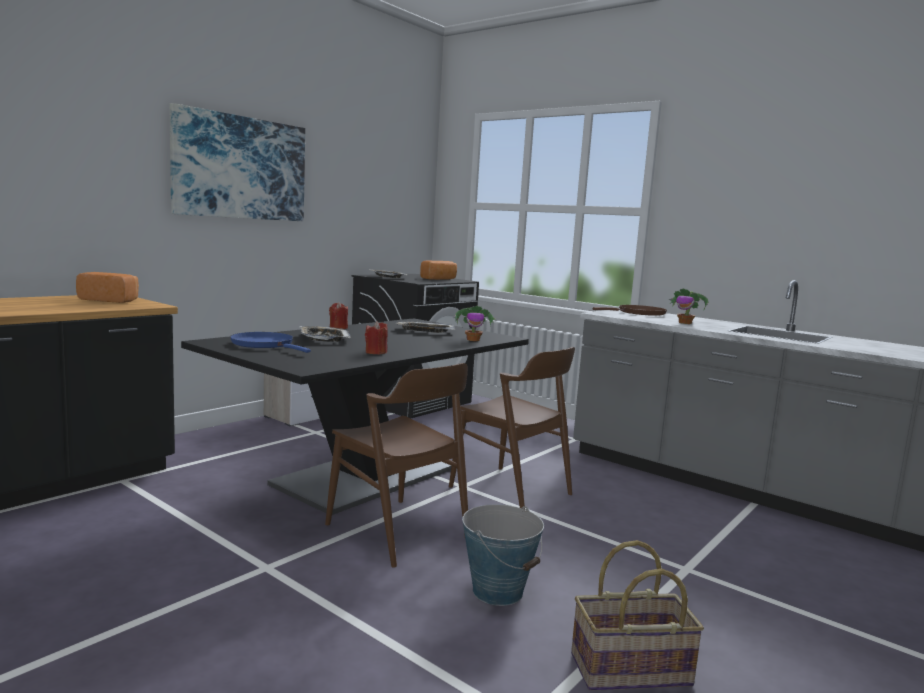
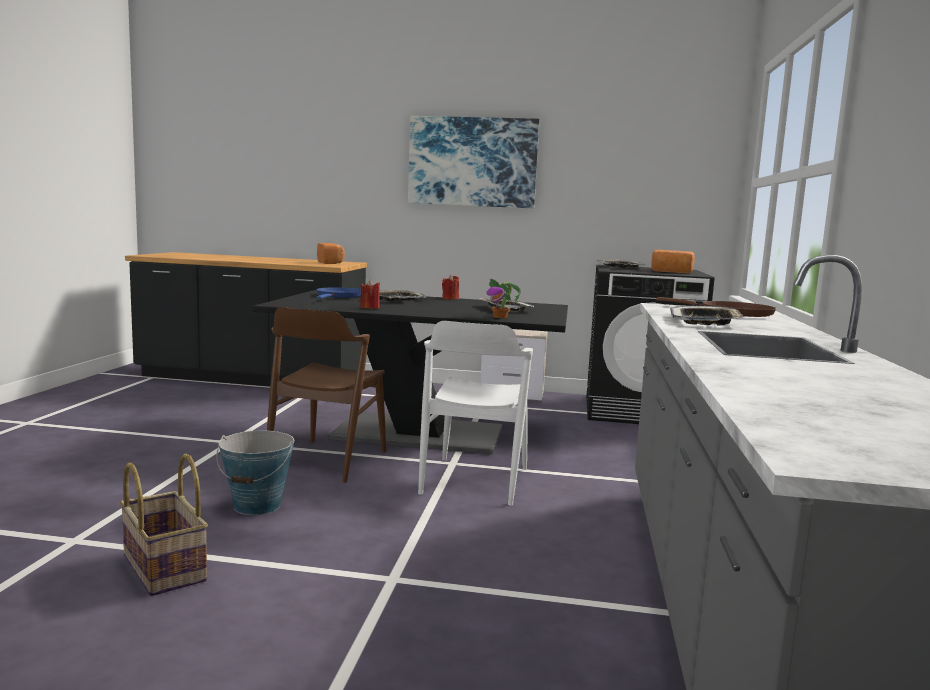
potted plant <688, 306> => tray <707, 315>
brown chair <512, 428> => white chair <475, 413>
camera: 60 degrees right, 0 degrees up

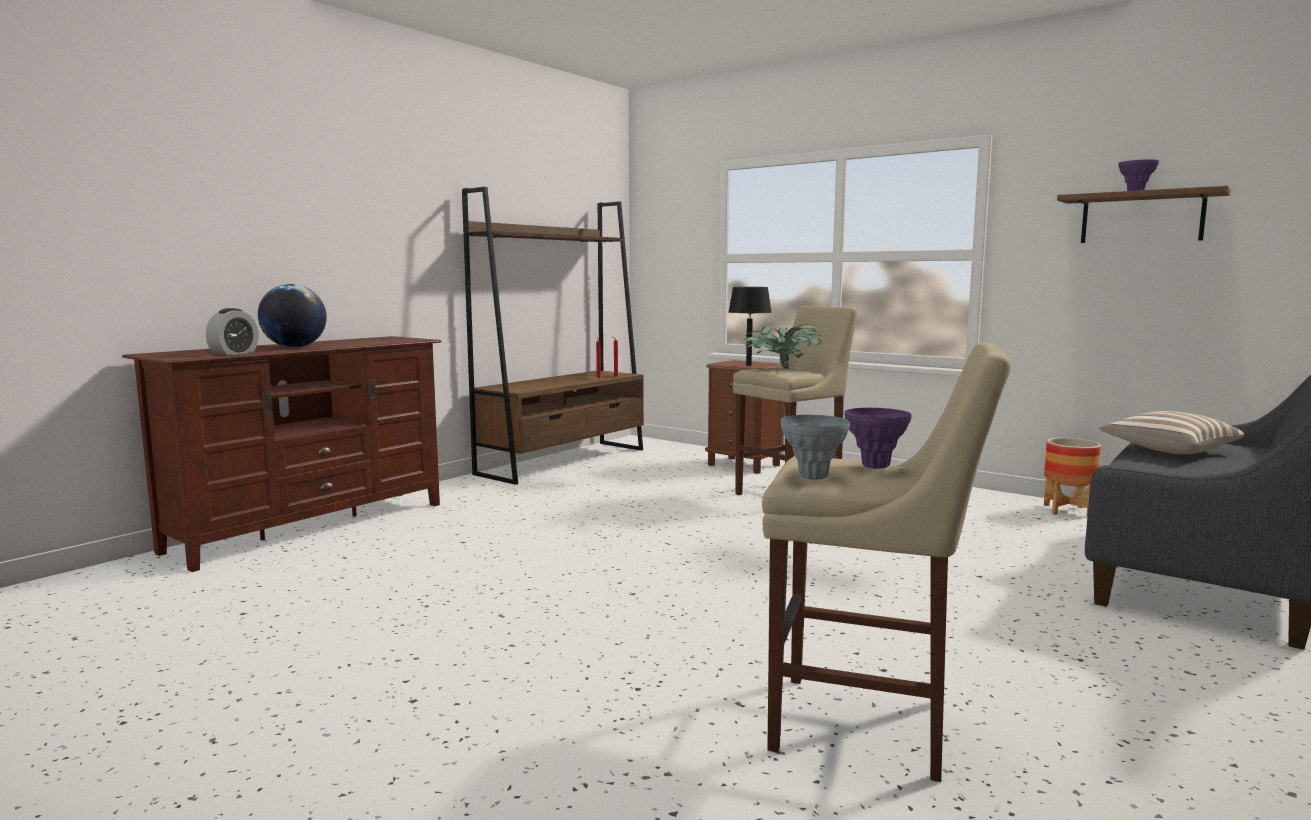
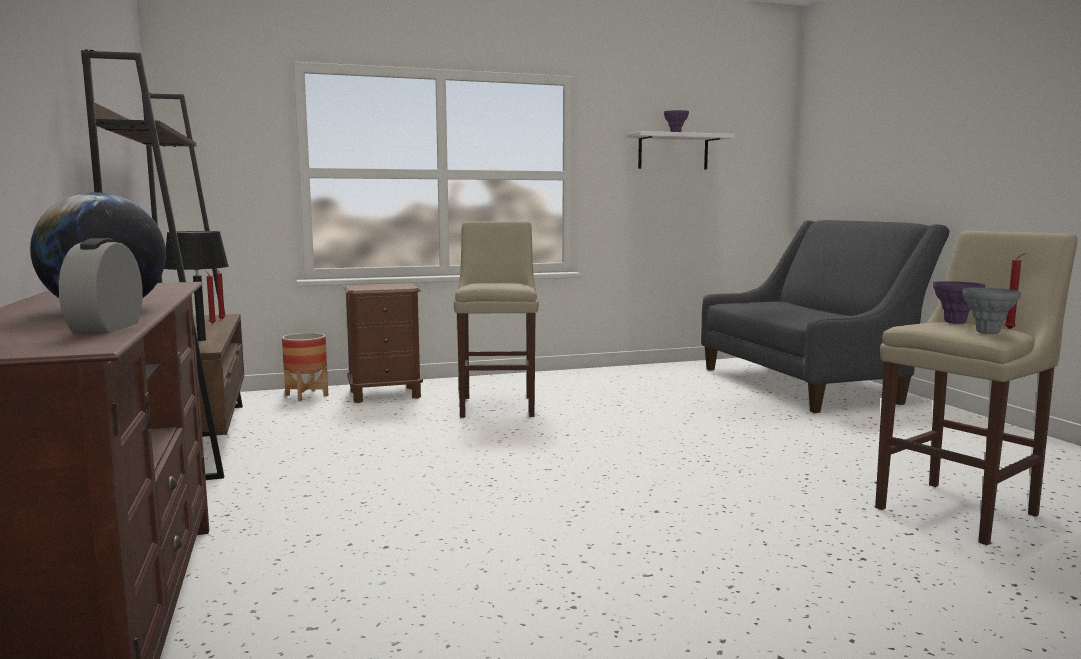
potted plant <783, 346> => nothing
pillow <1171, 432> => nothing
nothing => red candle <1015, 291>
black table lamp <750, 326> => black table lamp <196, 286>, relocated
planter <1072, 477> => planter <305, 367>, relocated
brown shelf <1144, 214> => white shelf <681, 150>
alarm clock <232, 331> => alarm clock <101, 286>, 150 degrees counterclockwise
camera: 55 degrees left, 0 degrees up

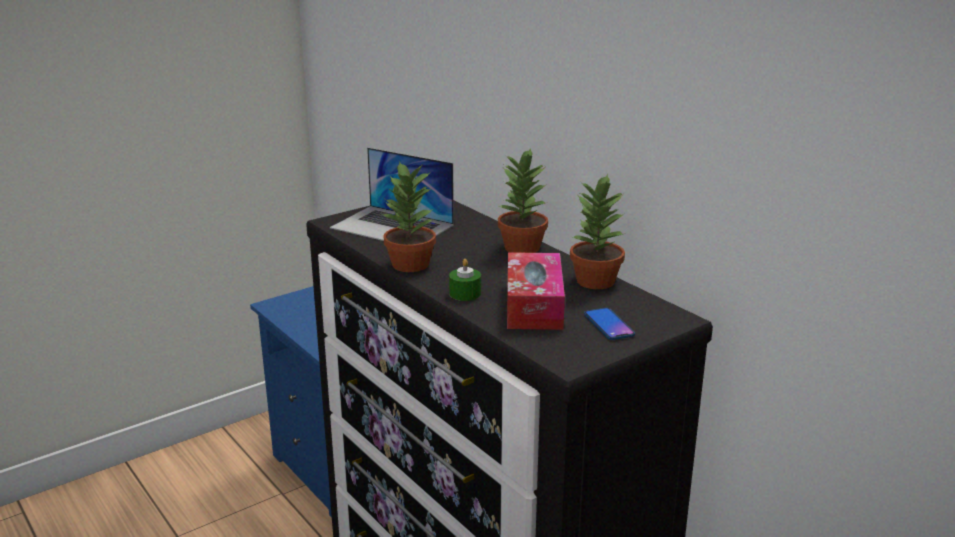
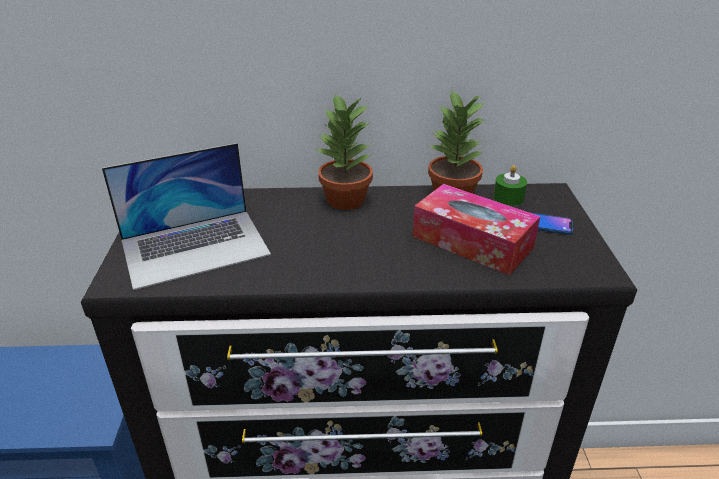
potted plant <408, 216> => nothing
green candle <465, 280> => green candle <510, 185>, relocated
camera: 55 degrees left, 10 degrees up

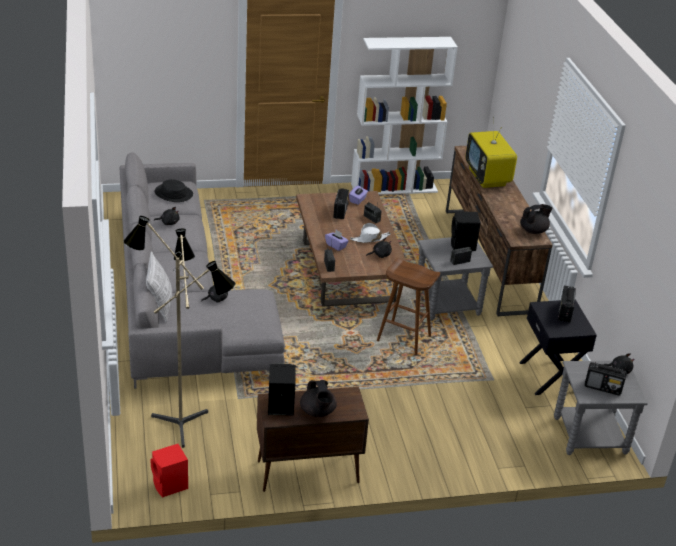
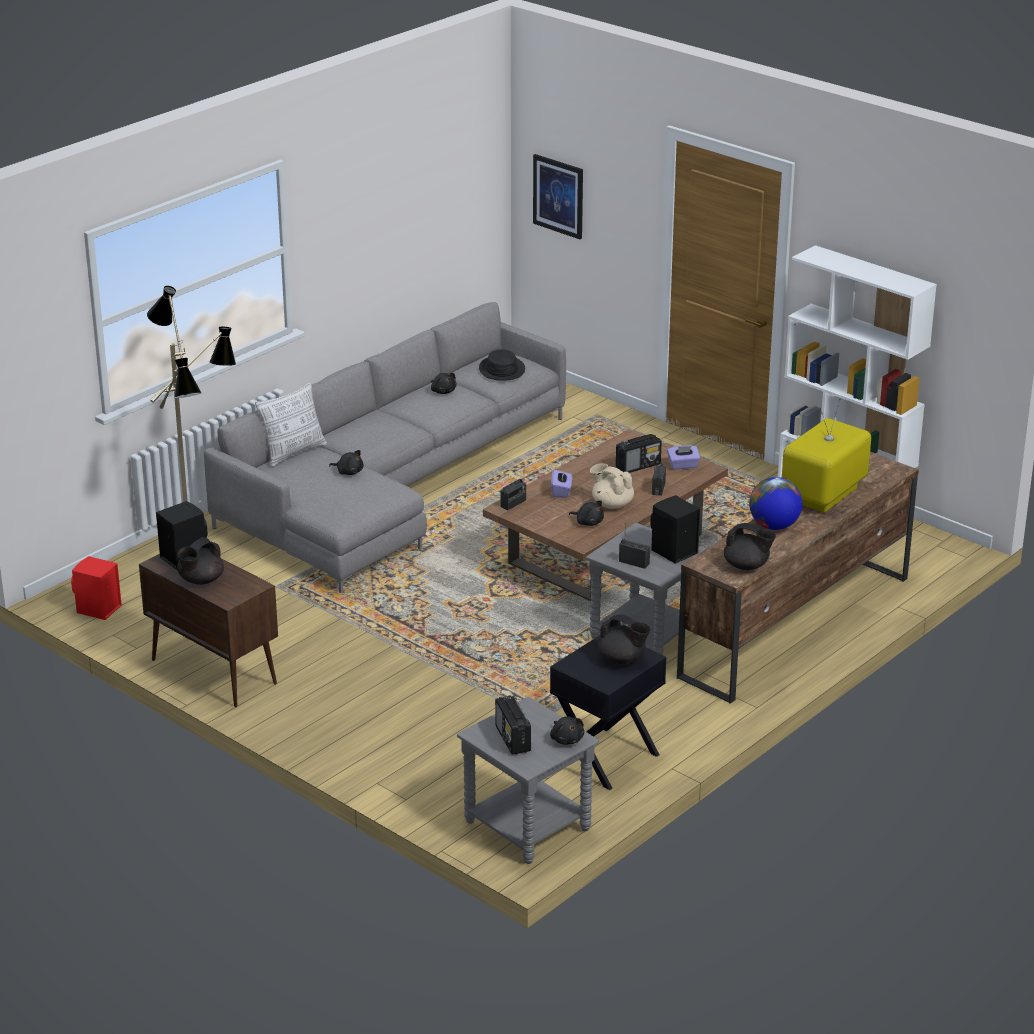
brown stool <408, 306> => nothing
nothing => picture <558, 196>
nothing => globe <776, 503>
white hat <370, 233> => beige teapot <612, 486>
radio <567, 304> => black teapot <624, 639>
camera: 55 degrees right, 5 degrees down

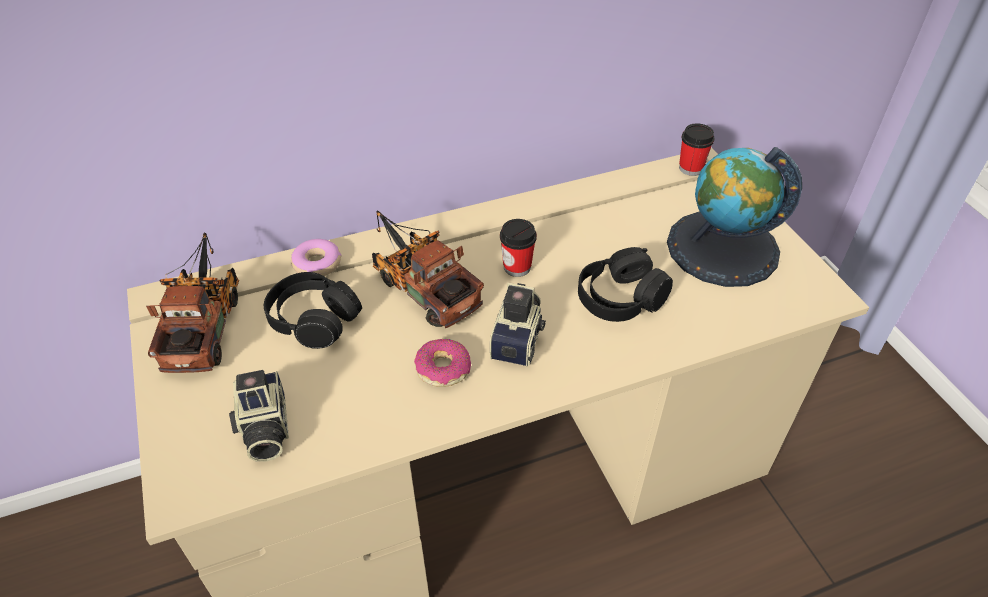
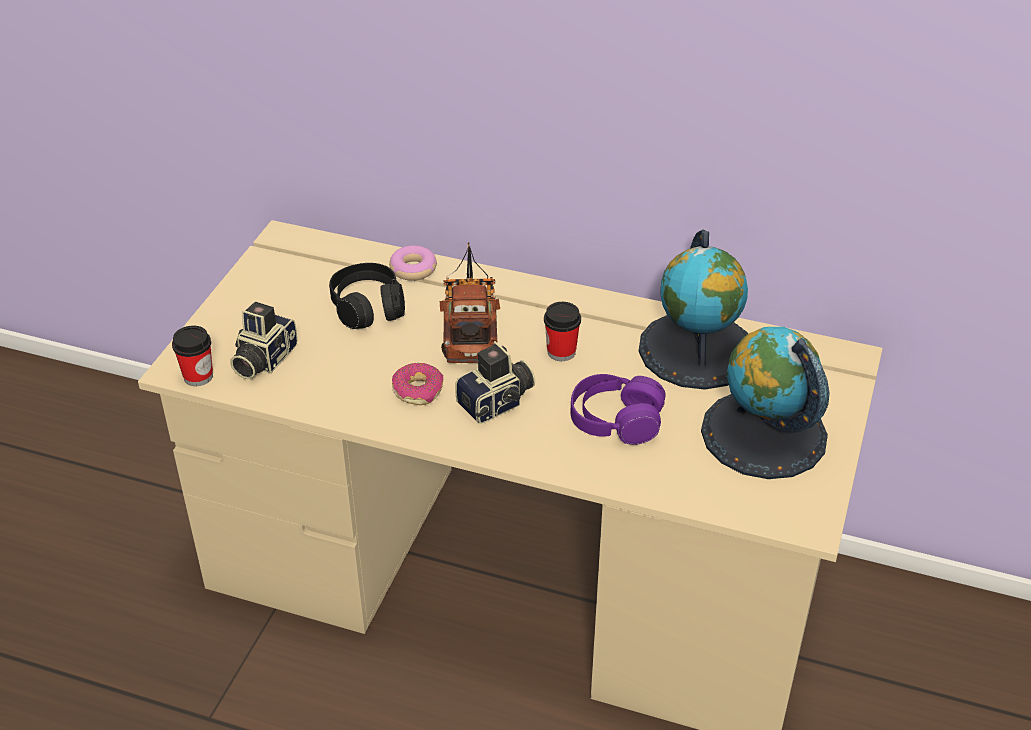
toy truck <192, 302> => nothing
nothing => globe <693, 309>
cup <697, 149> => cup <192, 356>, relocated
black headphones <625, 284> => purple headphones <618, 409>
camera: 40 degrees right, 5 degrees down

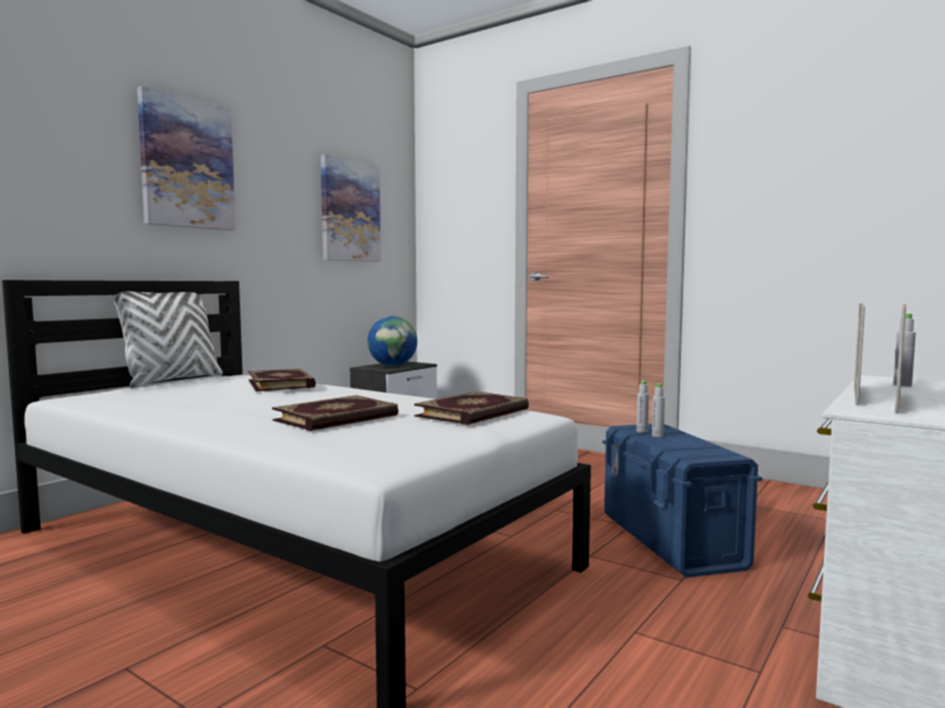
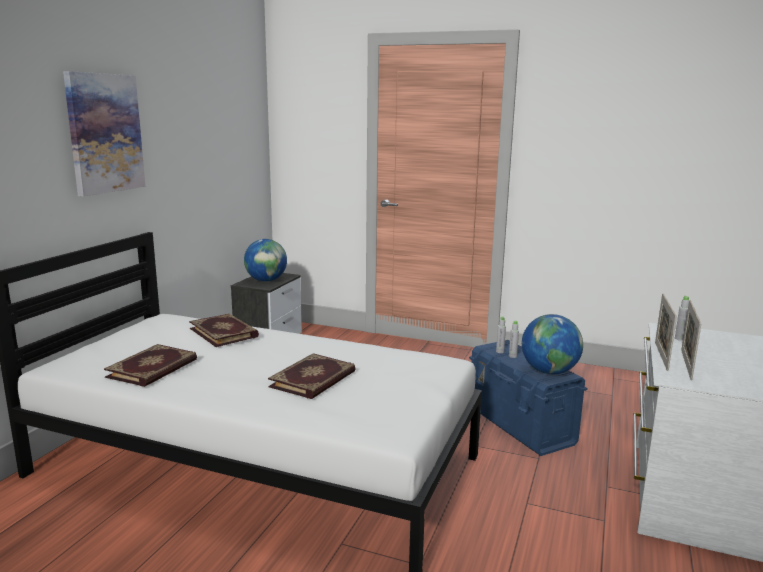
white pillow <167, 339> => nothing
picture <351, 208> => nothing
nothing => globe <552, 344>
book <471, 408> => book <150, 365>, relocated
camera: 15 degrees left, 10 degrees up

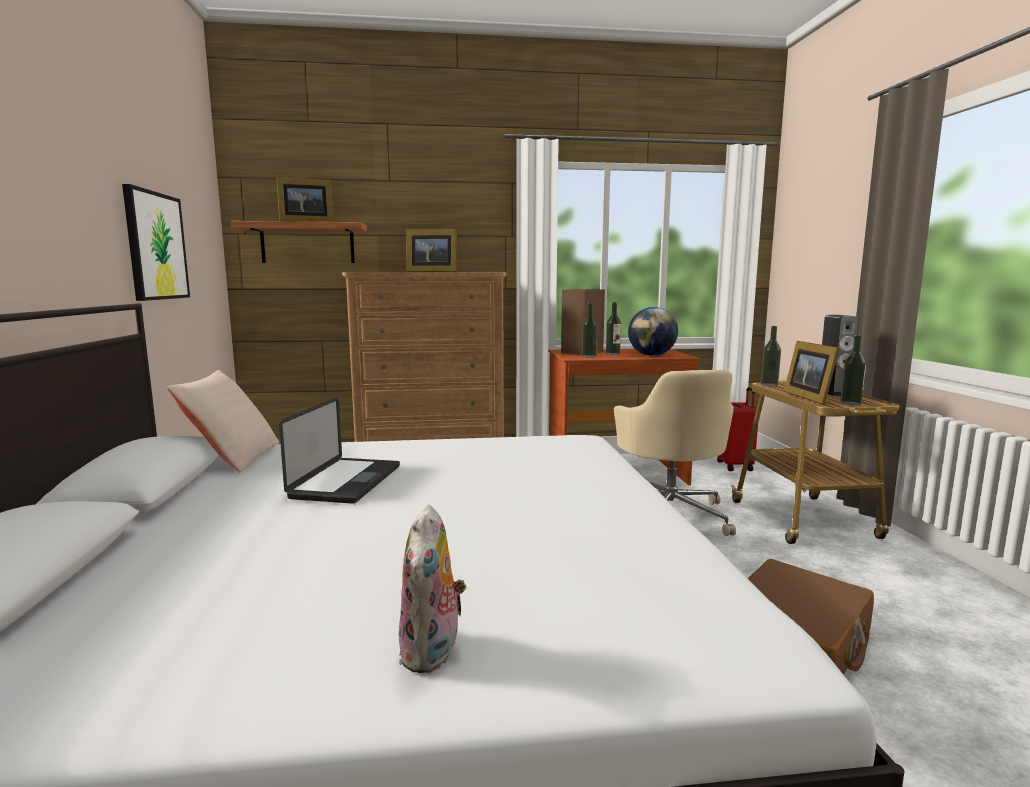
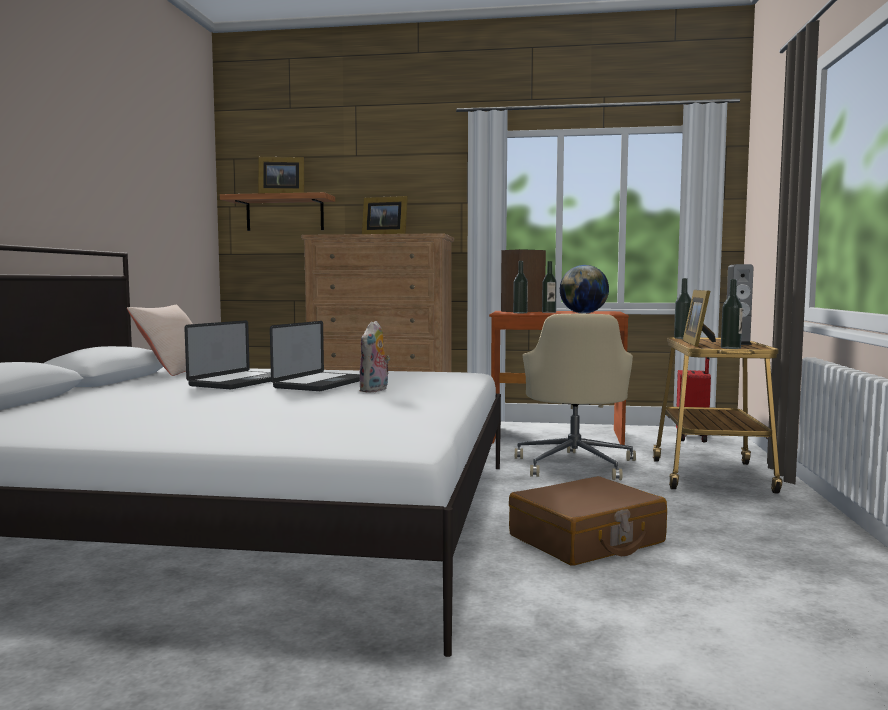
picture <156, 242> => nothing
nothing => laptop <315, 356>
plush toy <432, 589> => plush toy <374, 356>, relocated
camera: 15 degrees right, 5 degrees down

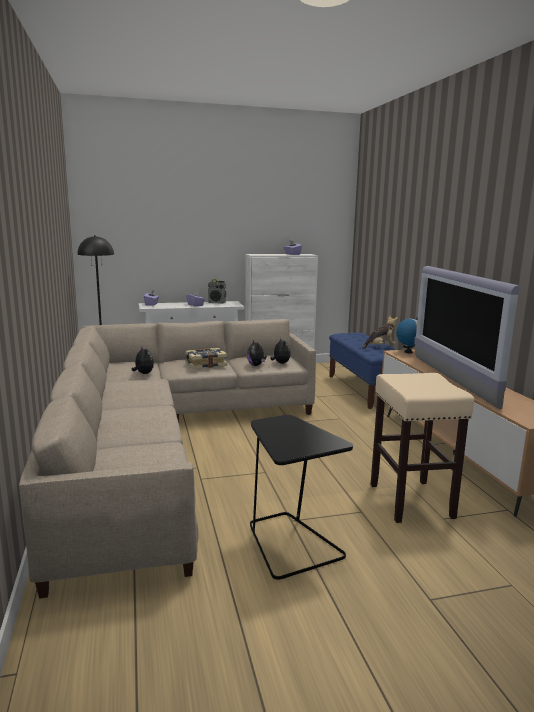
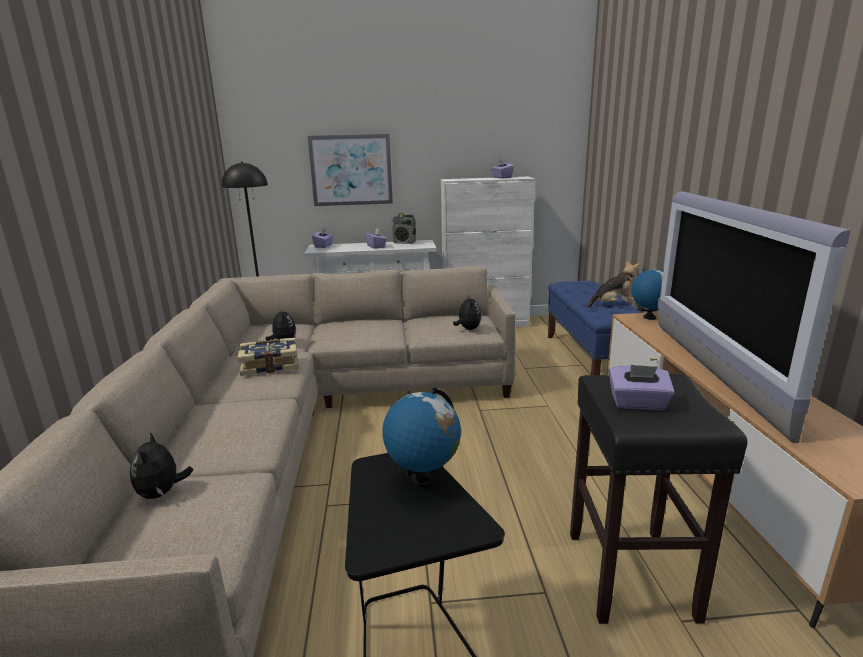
nothing => picture <350, 170>
nothing => globe <422, 437>
nothing => purple tissue box <642, 387>
book <206, 358> => book <268, 357>, relocated
plush toy <257, 353> => plush toy <161, 465>, relocated
beige stool <422, 448> => black stool <658, 499>
camera: 10 degrees right, 5 degrees up

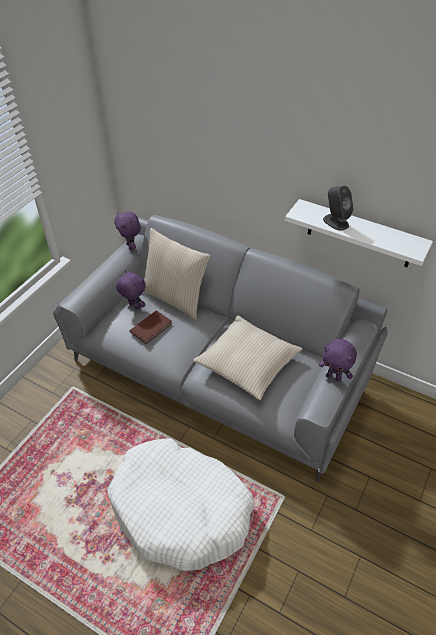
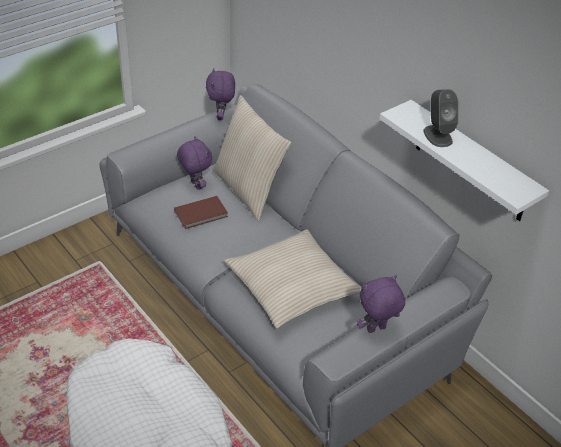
purple plush toy <338, 360> => purple plush toy <381, 304>, 105 degrees clockwise
camera: 20 degrees right, 5 degrees down

